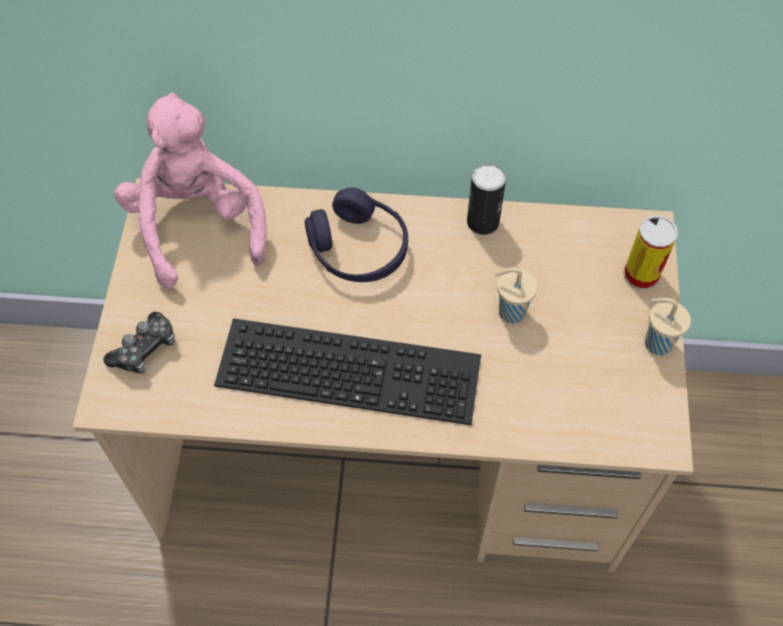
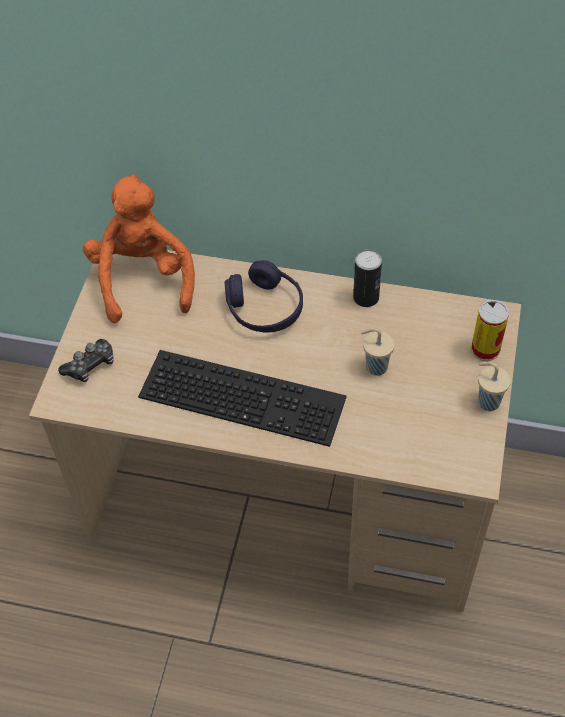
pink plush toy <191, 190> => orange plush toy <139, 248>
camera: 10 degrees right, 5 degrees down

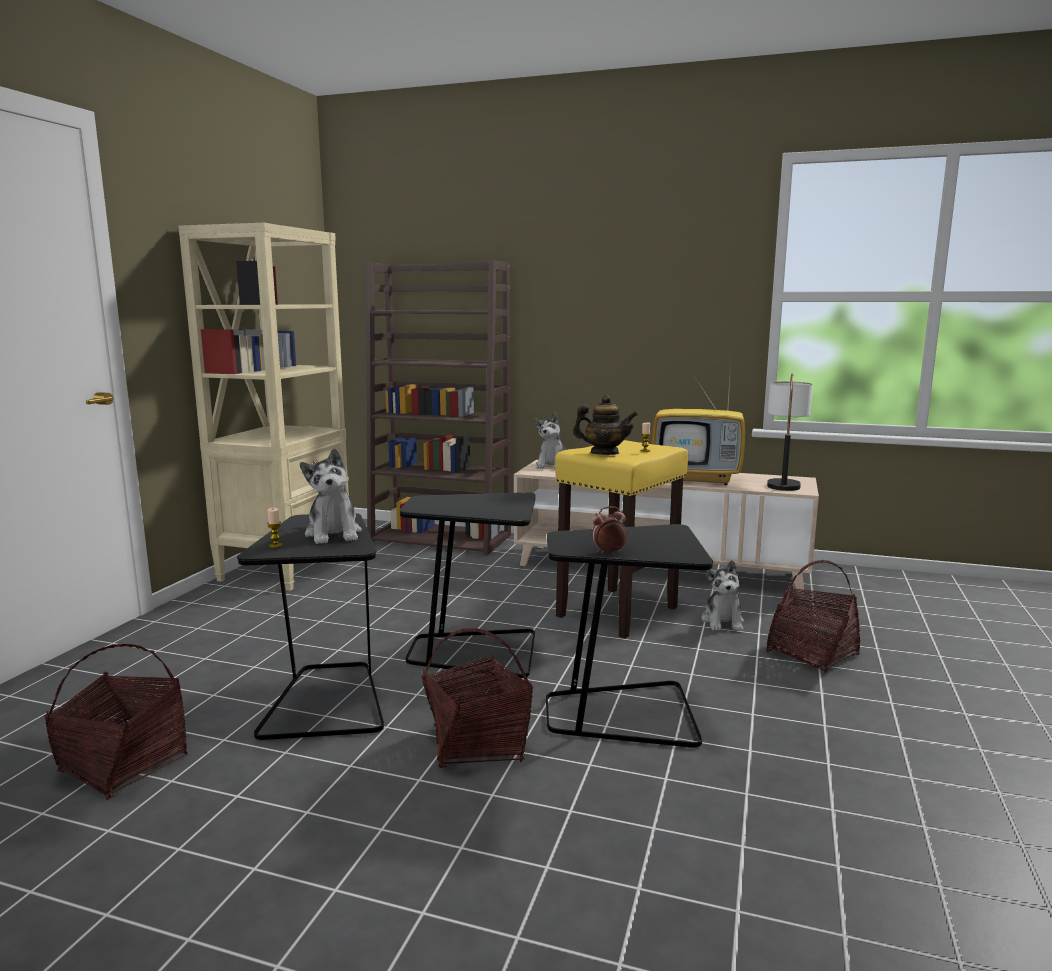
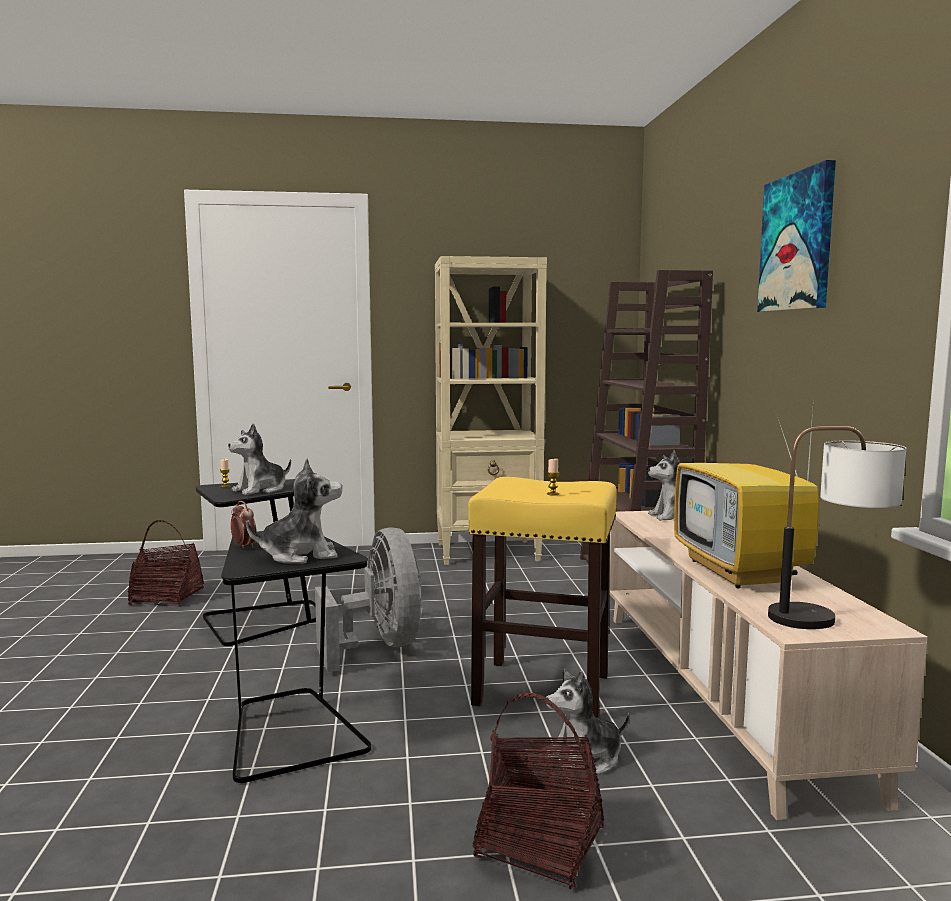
basket <477, 698> => nothing
teapot <605, 425> => nothing
nothing => plush toy <294, 511>
nothing => picture <796, 236>
black side table <467, 585> => grey fan <368, 600>
camera: 65 degrees right, 5 degrees down

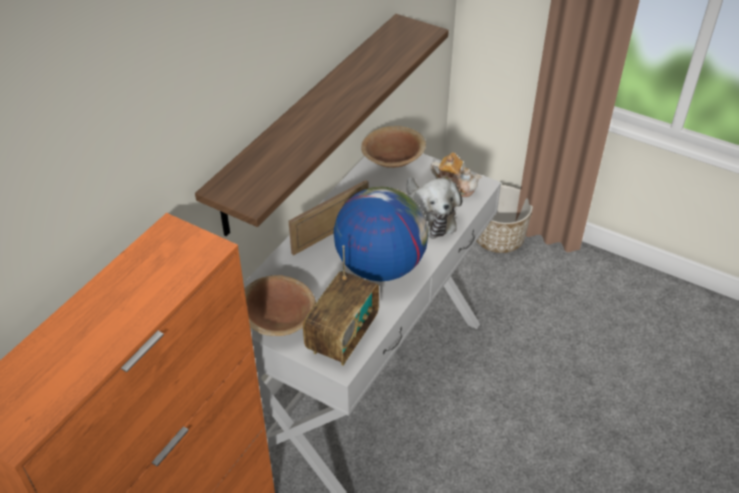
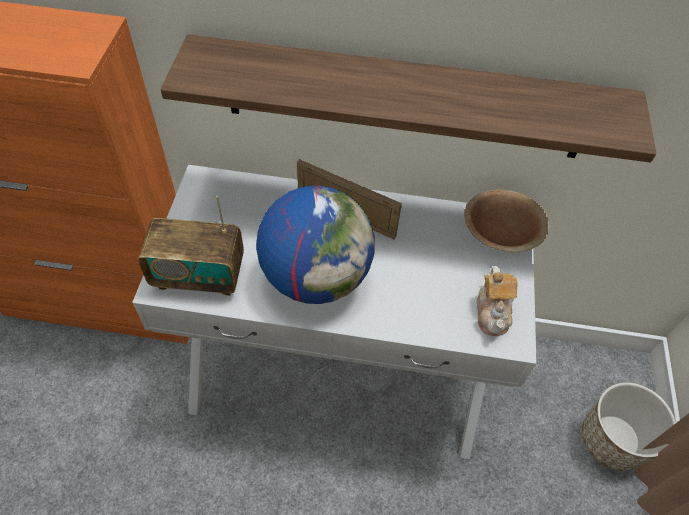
brown bowl <280, 305> => nothing
plush toy <434, 208> => nothing
camera: 65 degrees right, 10 degrees up

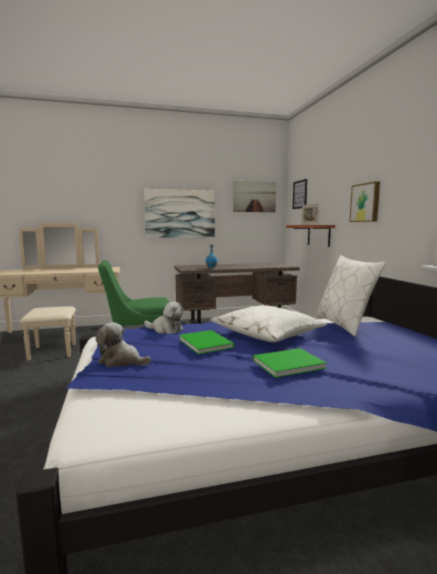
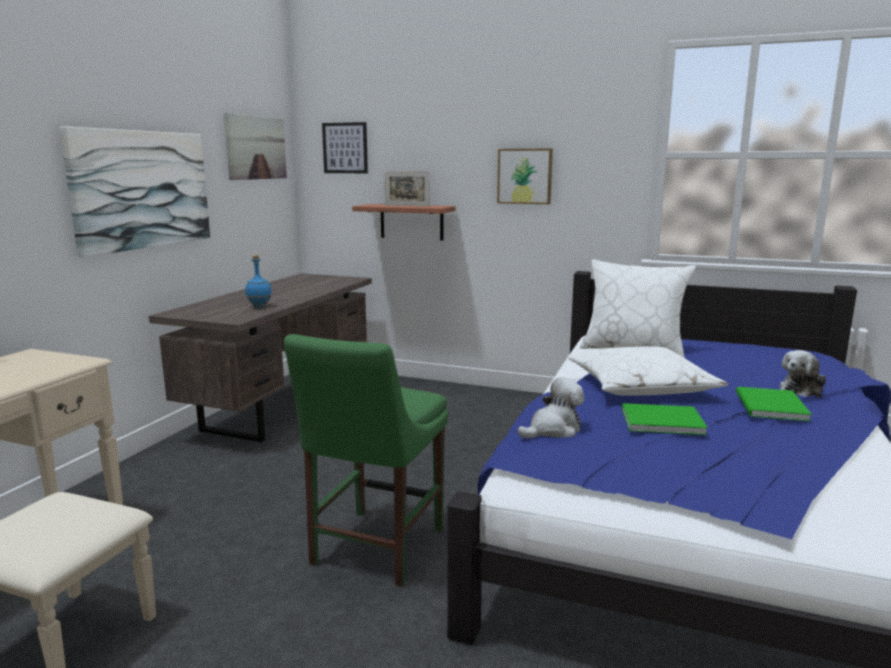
plush toy <123, 344> => plush toy <802, 374>, relocated
camera: 55 degrees left, 5 degrees up

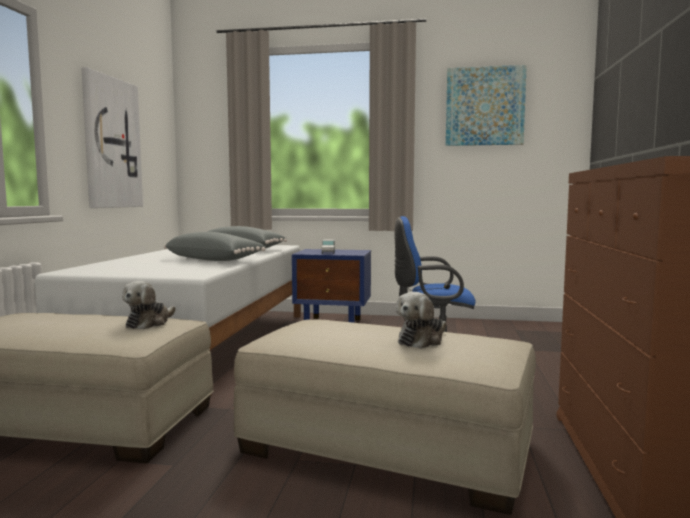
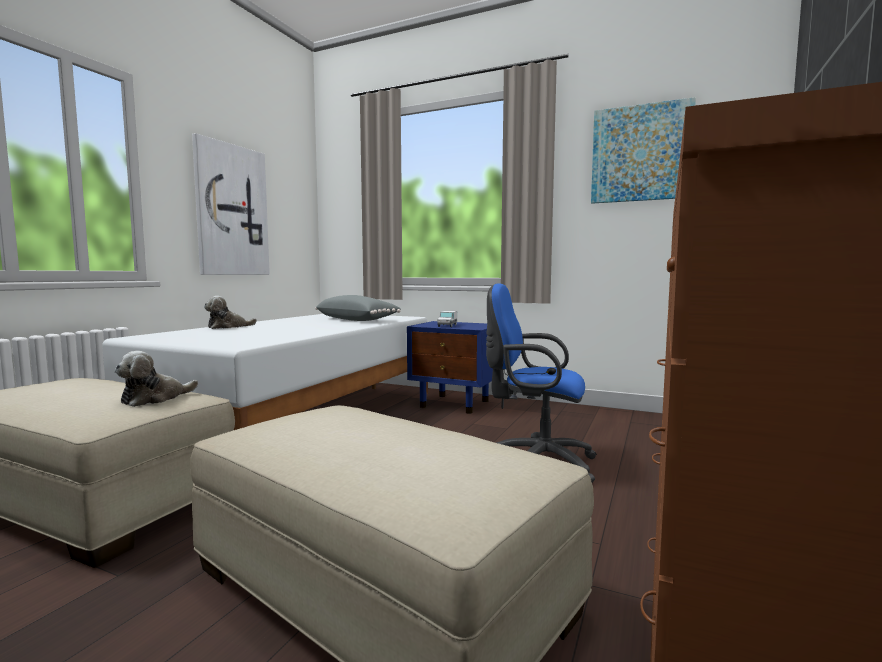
grey pillow <214, 246> => nothing
plush toy <421, 320> => plush toy <230, 312>, relocated
camera: 15 degrees right, 0 degrees up

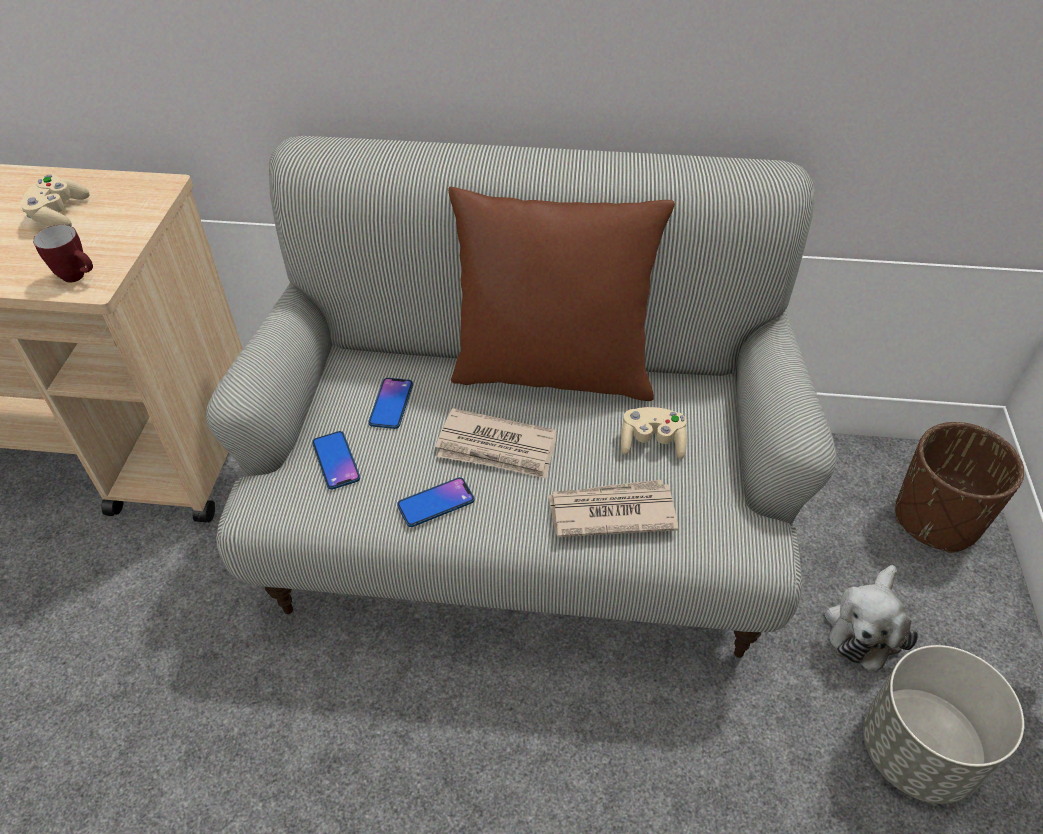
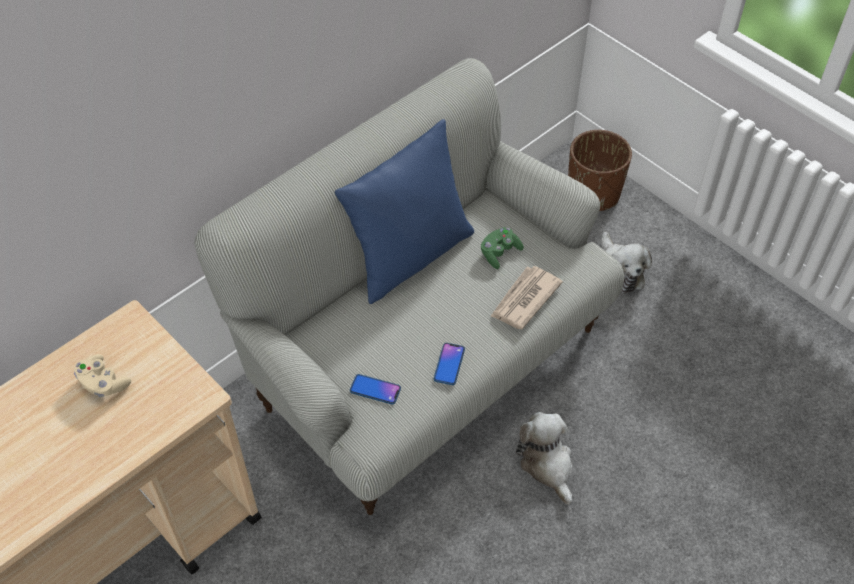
mug <63, 254> => nothing
phone <390, 403> => nothing
newspaper <496, 443> => nothing
grey planter <943, 724> => nothing
nothing => plush toy <544, 458>
brown pillow <561, 294> => blue pillow <404, 211>
beige game controller <654, 433> => green game controller <502, 248>
camera: 50 degrees left, 5 degrees up

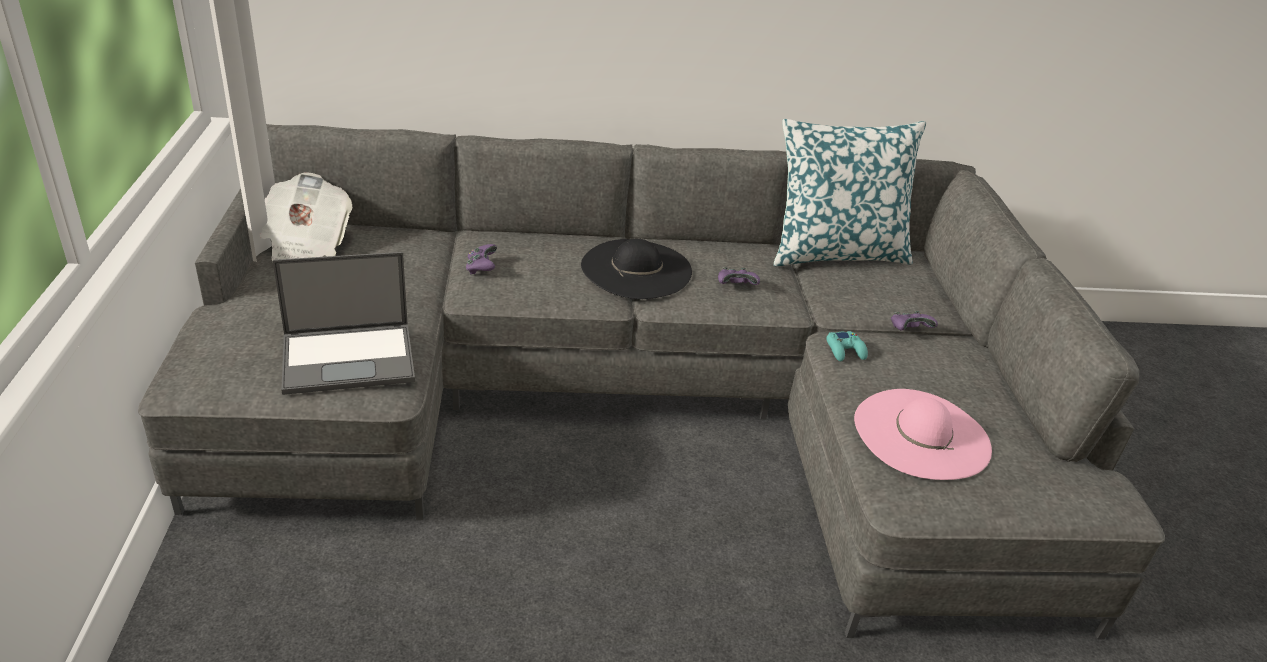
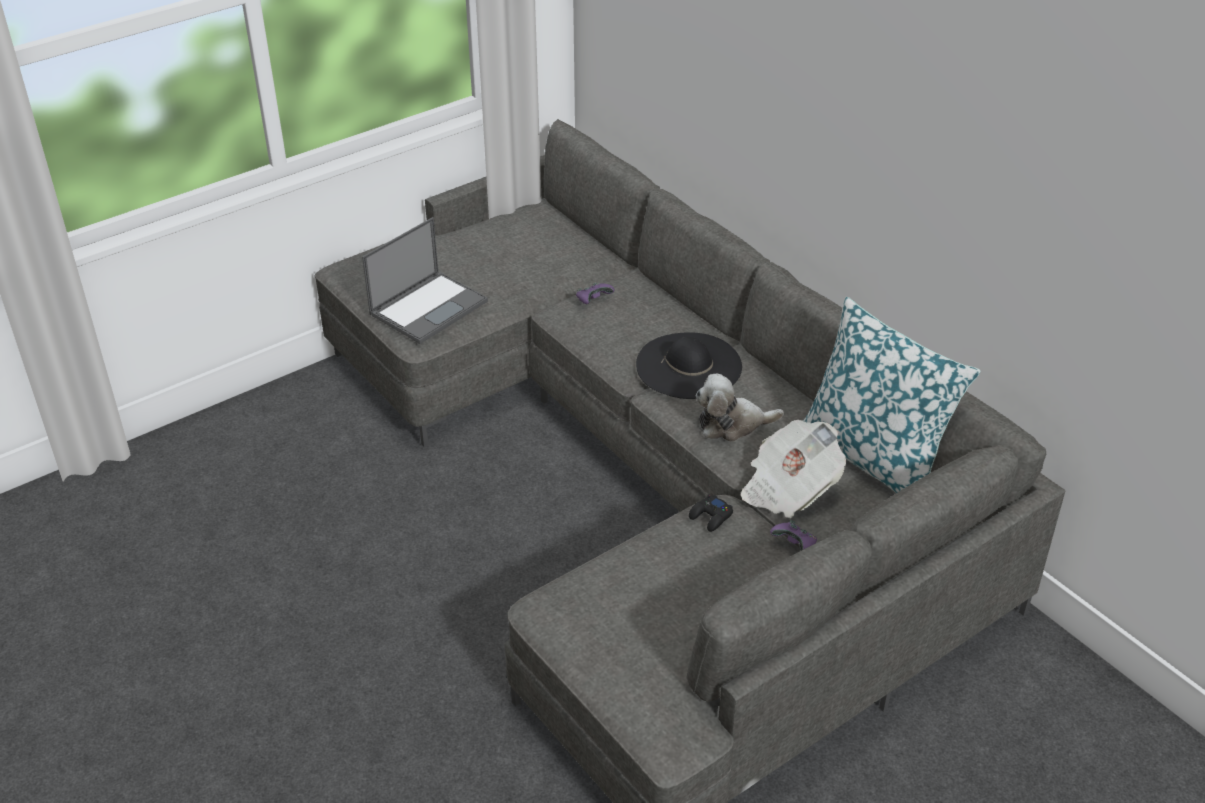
pink hat <923, 434> => nothing
newspaper <306, 216> => newspaper <793, 469>, relocated
purple game controller <739, 276> => plush toy <740, 408>
turquoise game controller <847, 346> => black game controller <711, 513>
laptop <344, 323> => laptop <425, 280>, 90 degrees counterclockwise
camera: 60 degrees right, 5 degrees up

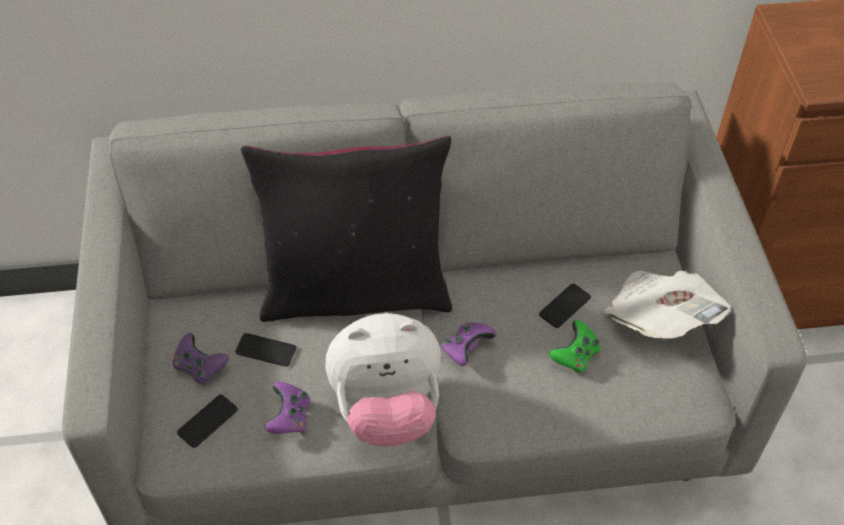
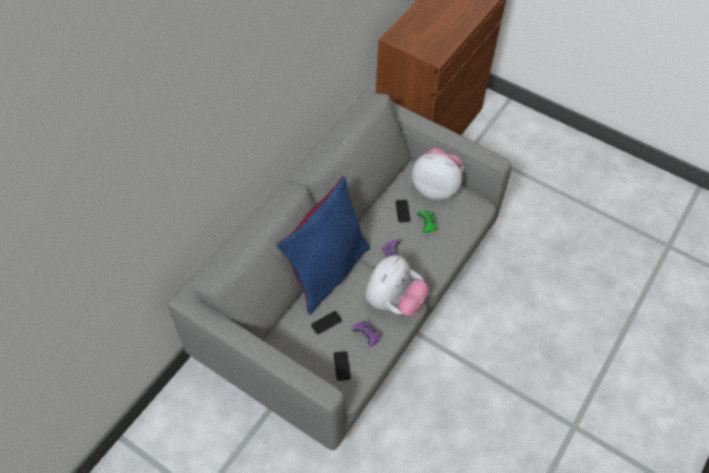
purple game controller <201, 358> => nothing
newspaper <667, 304> => plush toy <438, 174>
black pillow <346, 229> => blue pillow <323, 245>
camera: 50 degrees left, 5 degrees up

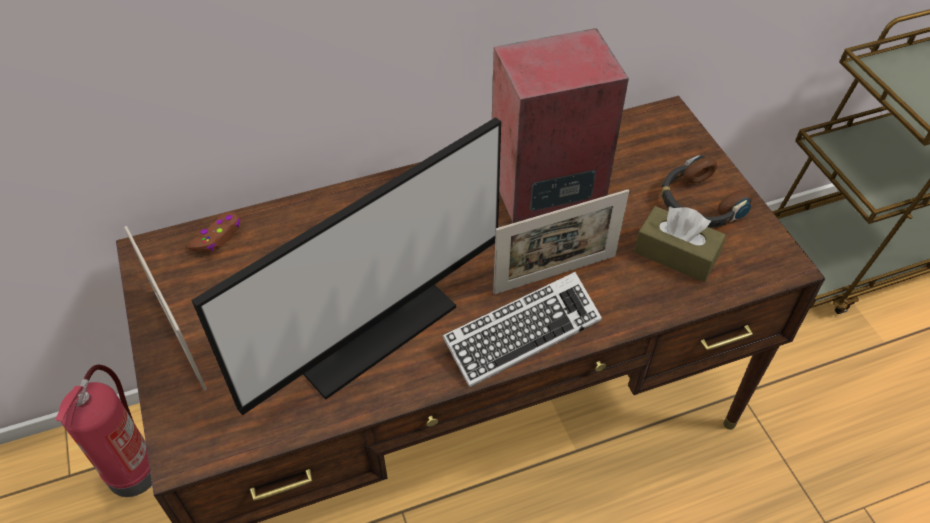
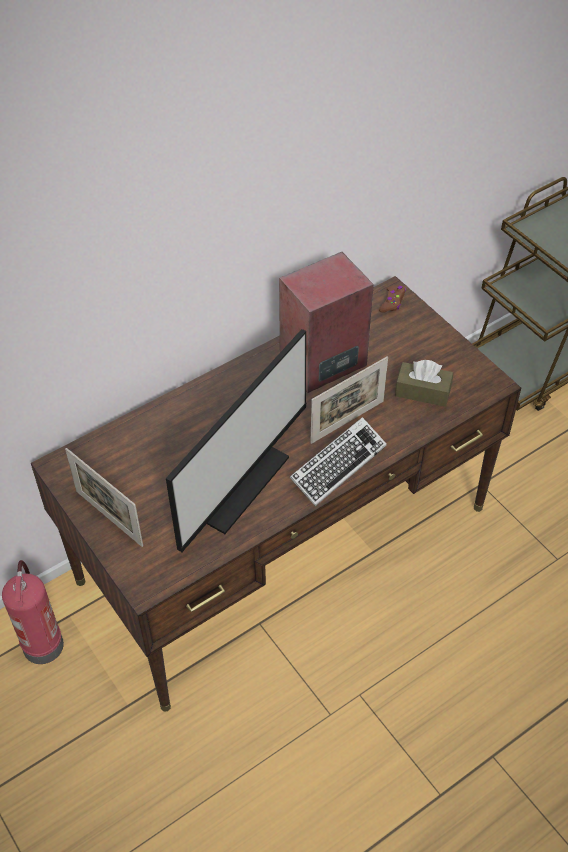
headphones <707, 191> => nothing
brown game controller <213, 232> => brown game controller <392, 298>, relocated
camera: 15 degrees left, 0 degrees up

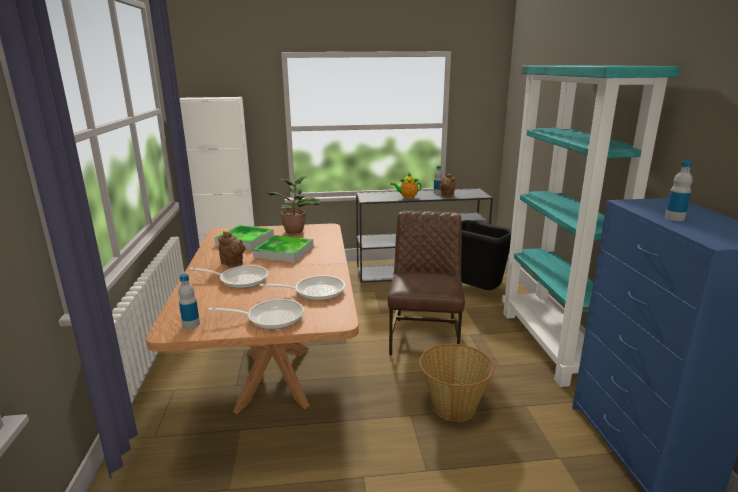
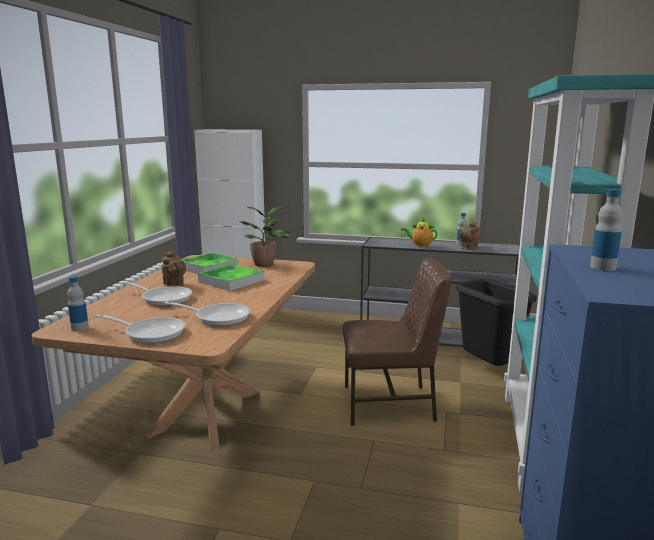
basket <456, 383> => nothing
brown chair <426, 283> => brown chair <397, 342>, 60 degrees clockwise
camera: 20 degrees right, 5 degrees down

